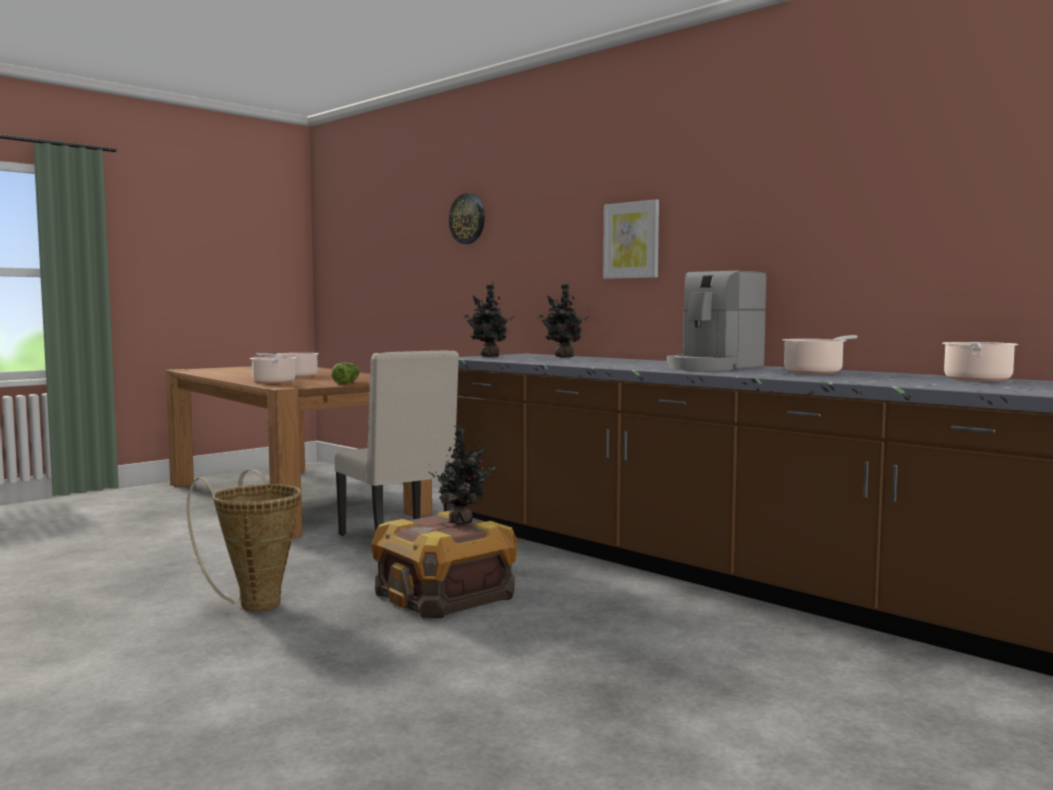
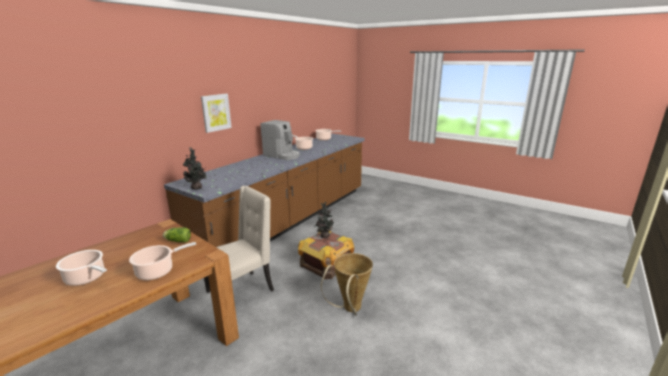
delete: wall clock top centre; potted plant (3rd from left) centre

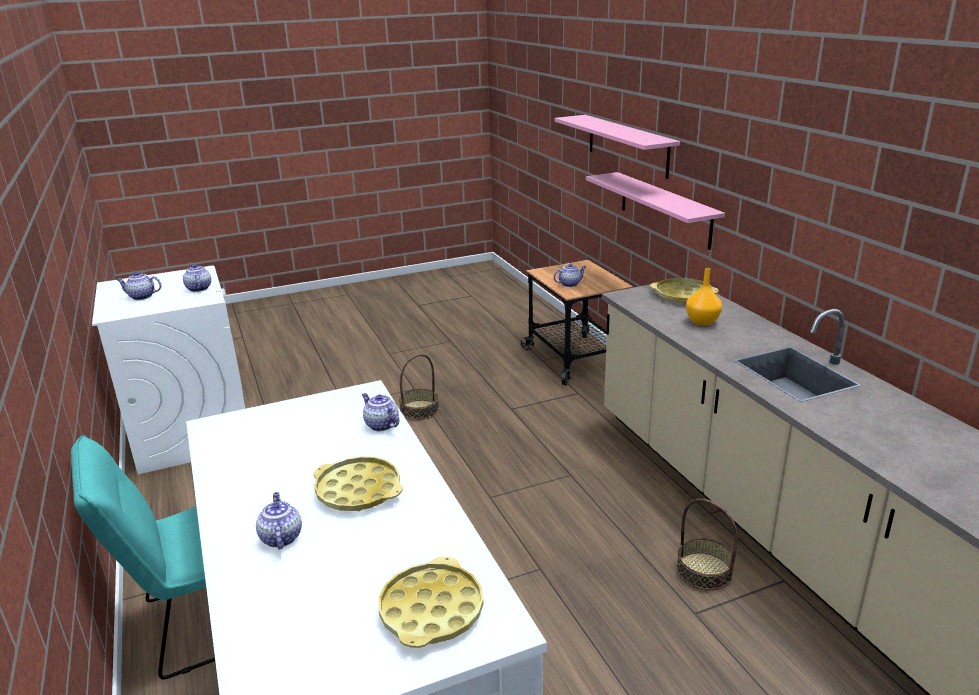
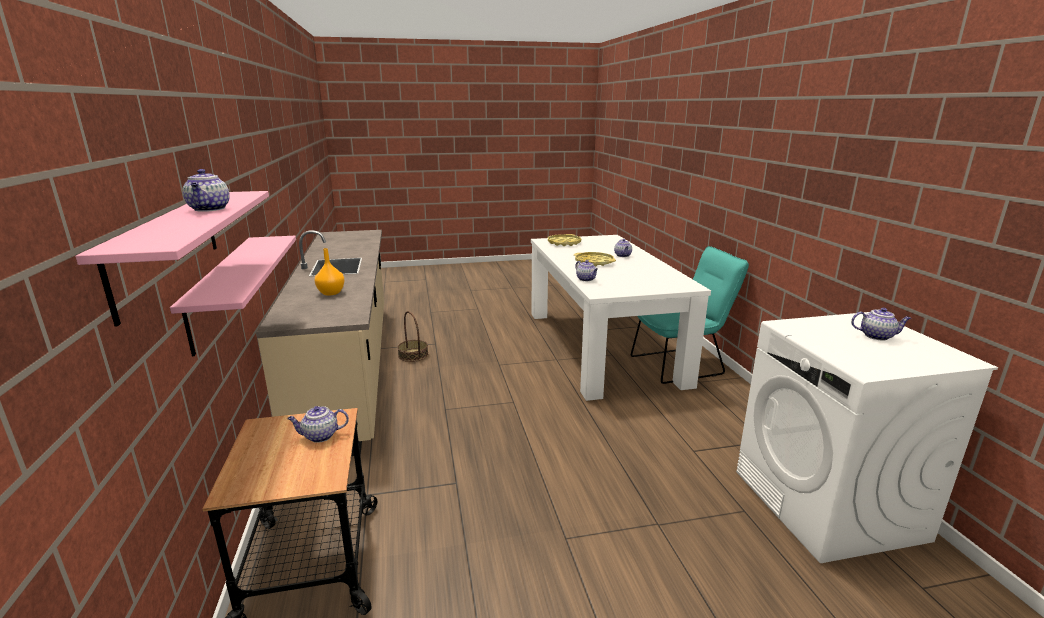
delete: basket (1st from left) centre; tray/yellow (3rd from left) middle right
move: teapot (2nd from left in the first image) middle left to teapot (1st from left) top left

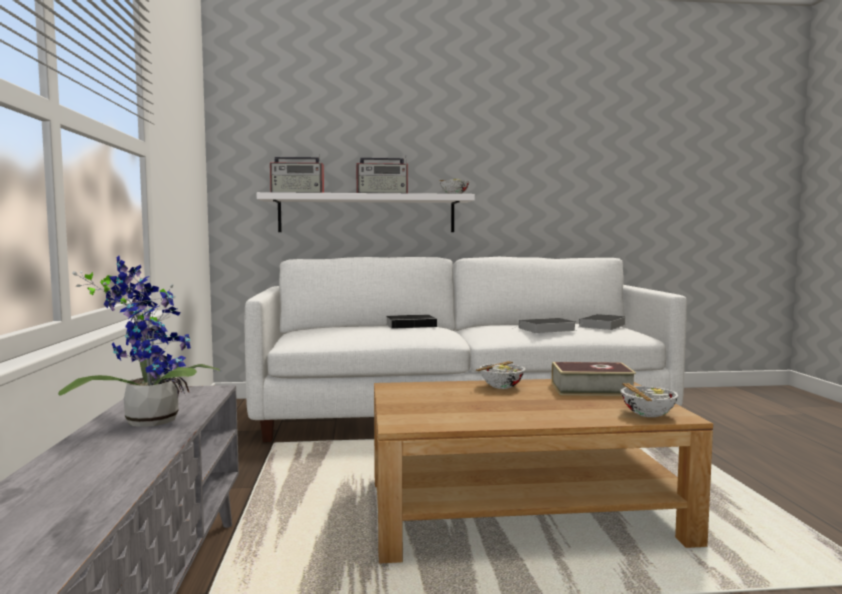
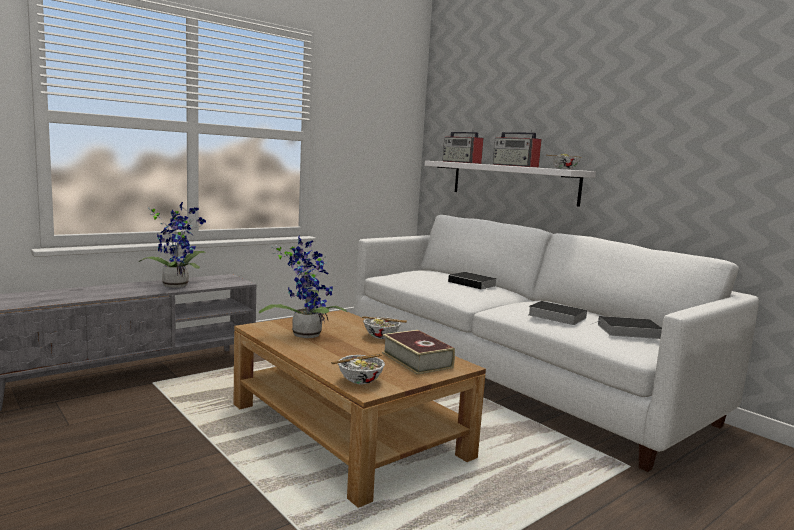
insert: potted plant (2nd from left) centre

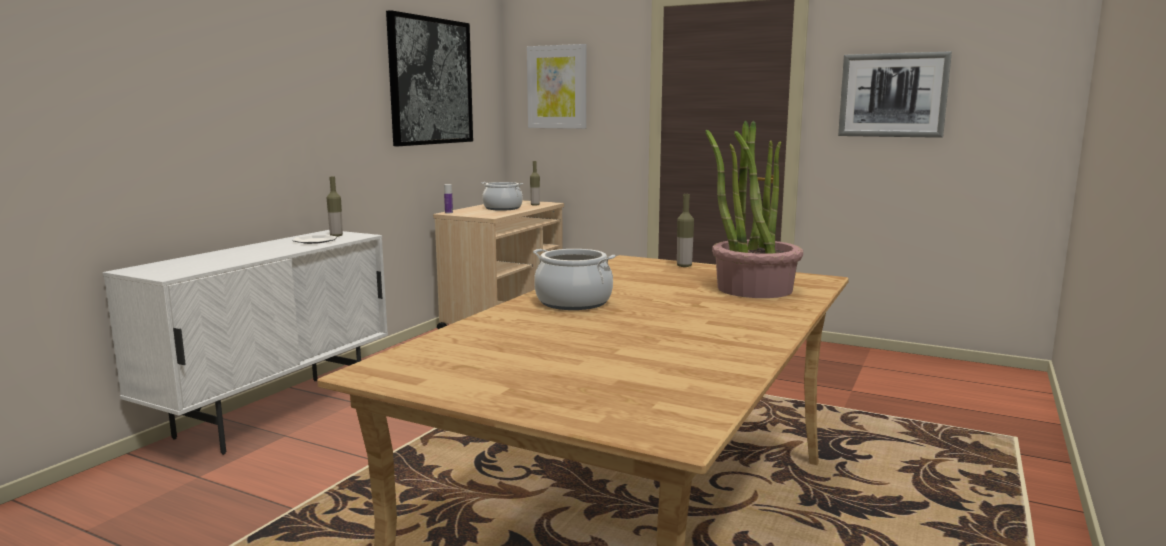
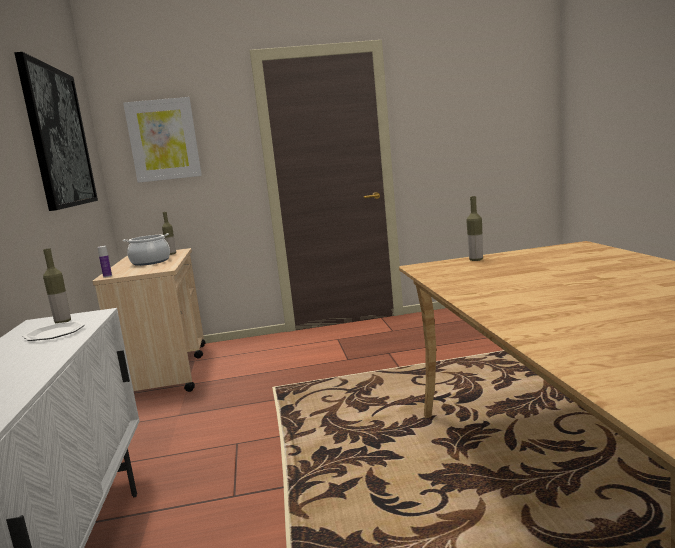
delete: cooking pot (2nd from left) centre; potted plant centre; picture (3rd from left) top right

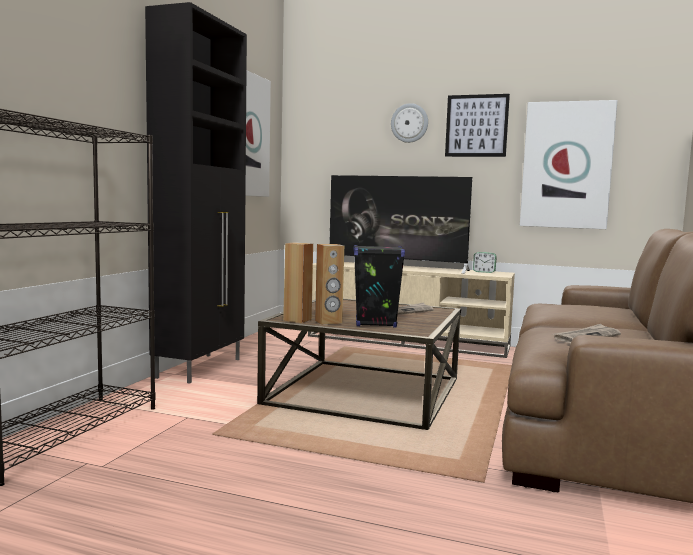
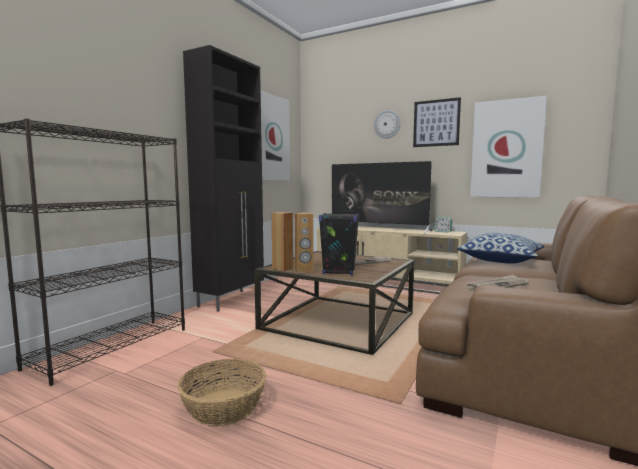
insert: basket bottom centre; pillow middle right

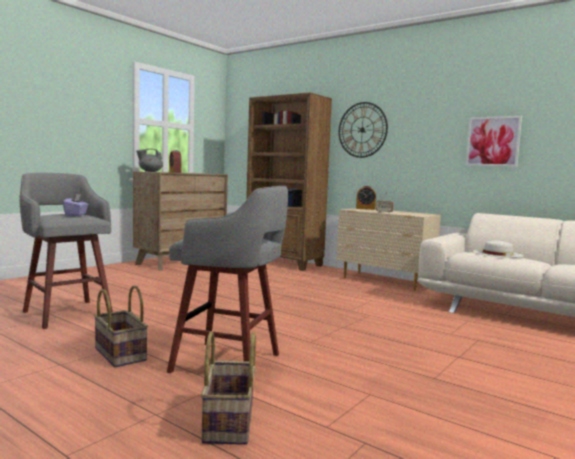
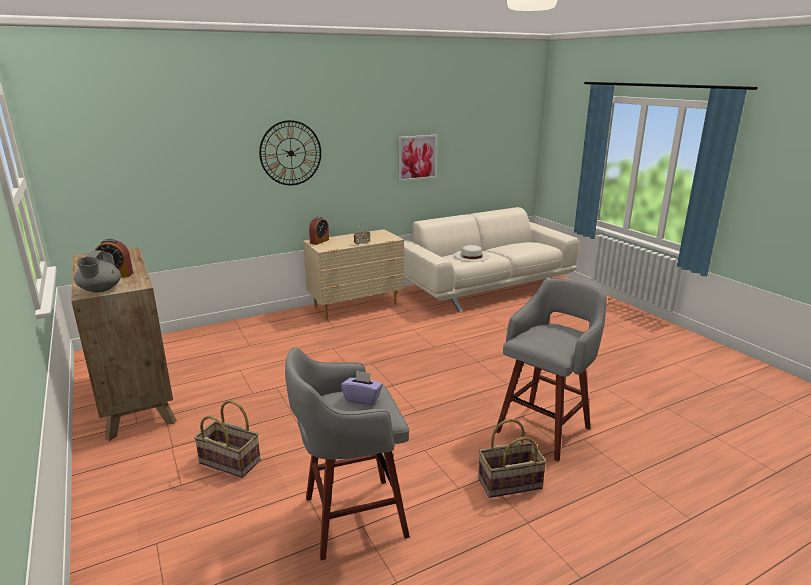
delete: bookcase/brown centre
move: basket (2nd from left in the first image) bottom centre to basket (1st from left) bottom left

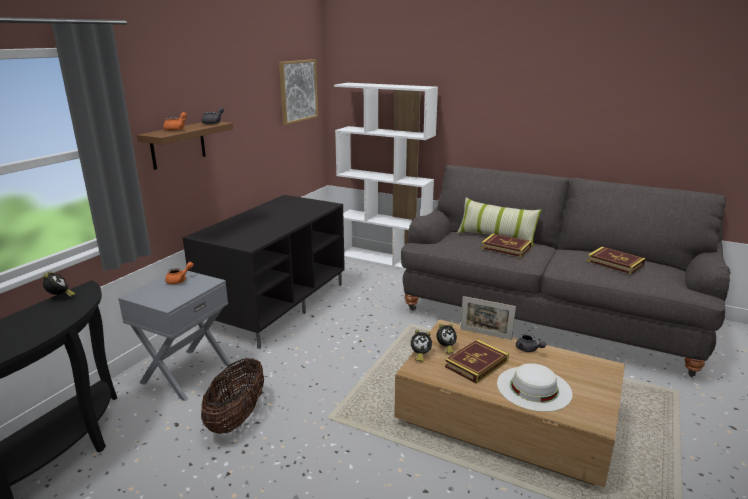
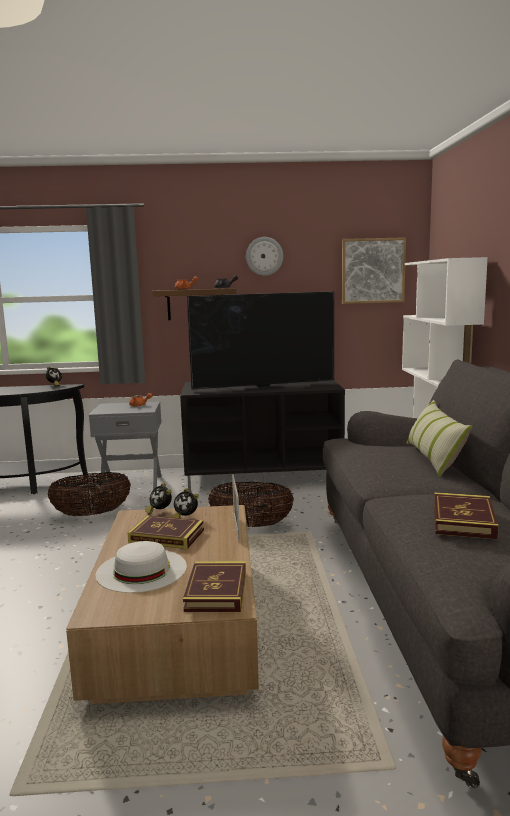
delete: teapot/grey (2nd from left) bottom right
insert: television centre; basket (2nd from left) centre; wall clock top centre
move: book (2nd from left) middle right to bottom centre

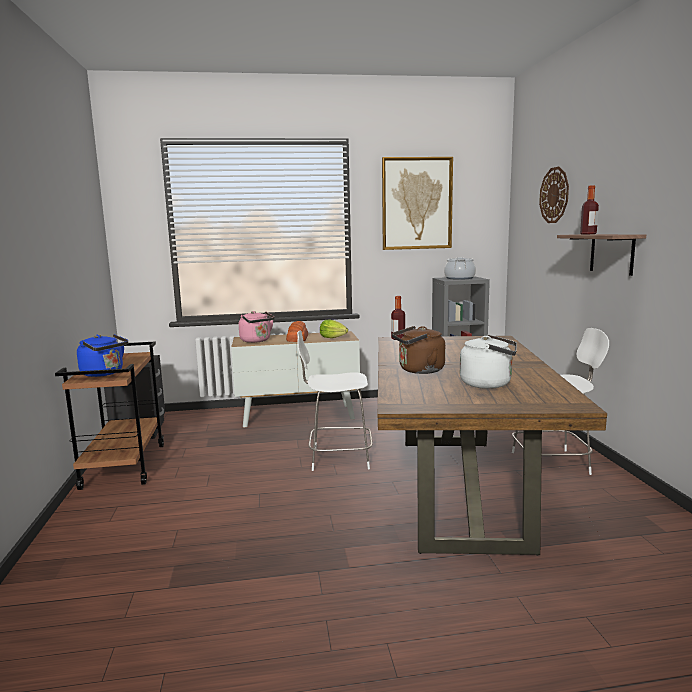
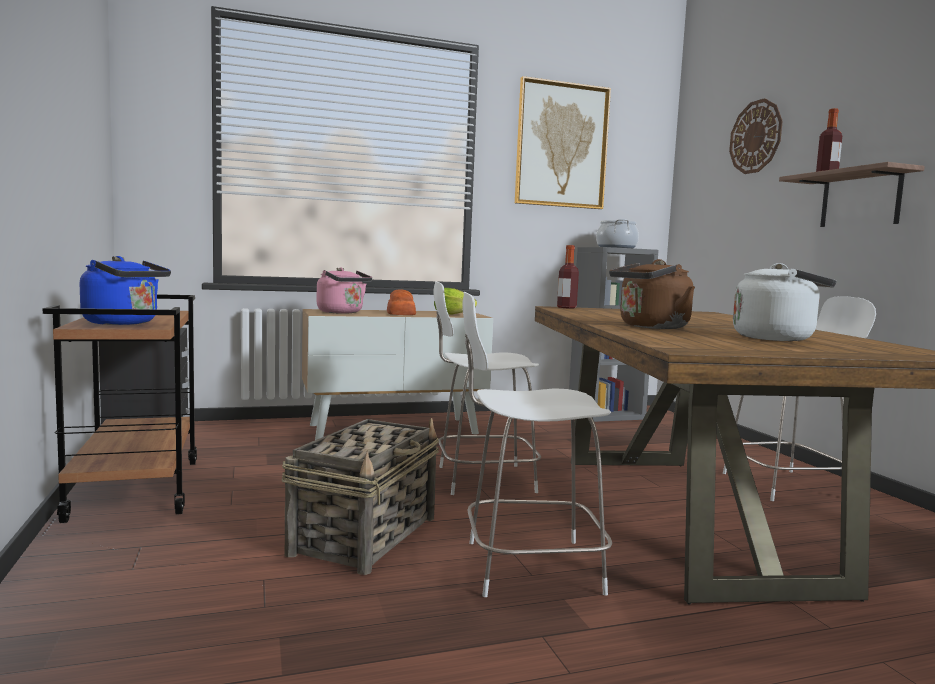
insert: basket bottom centre; chair/white (2nd from left) centre

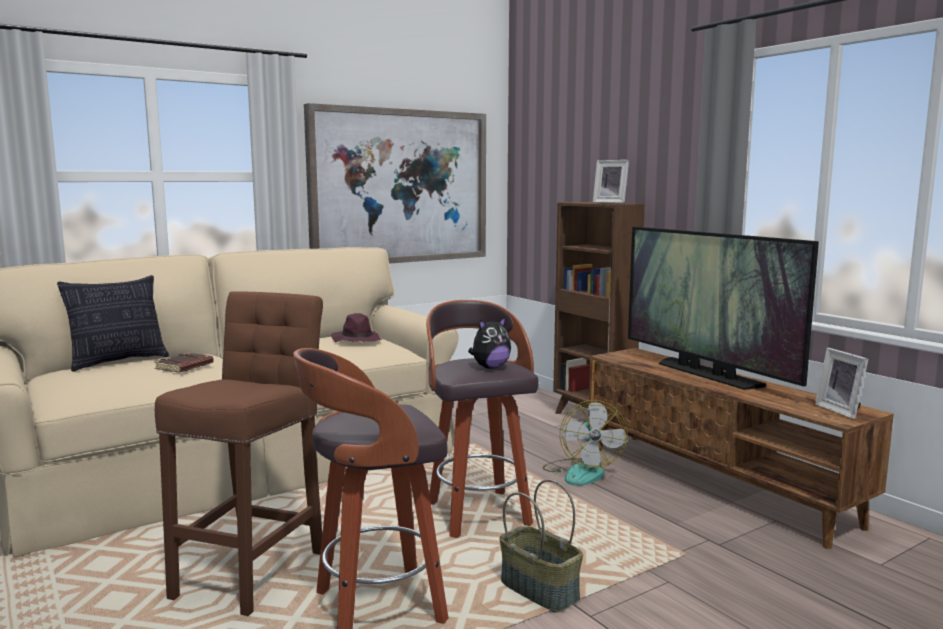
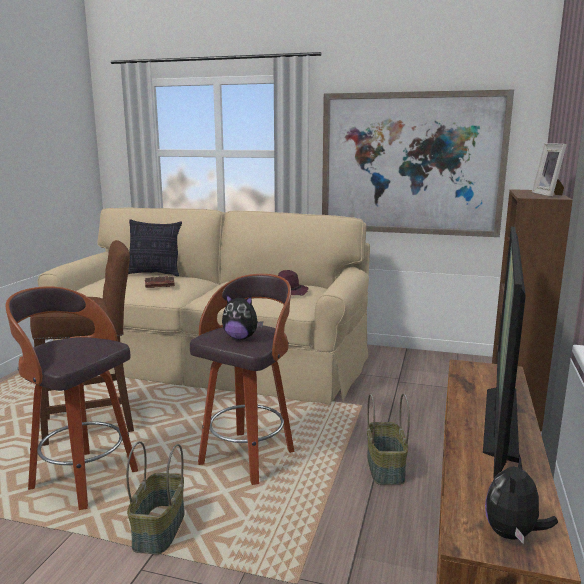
replace: fan bottom centre to basket (2nd from left) bottom centre; picture frame (2nd from left) middle right to plush toy (2nd from left) bottom right

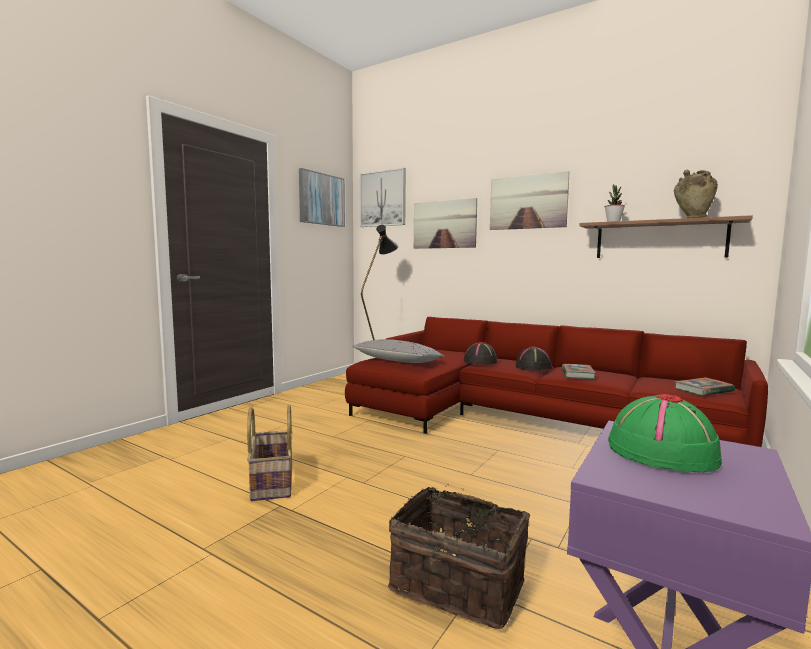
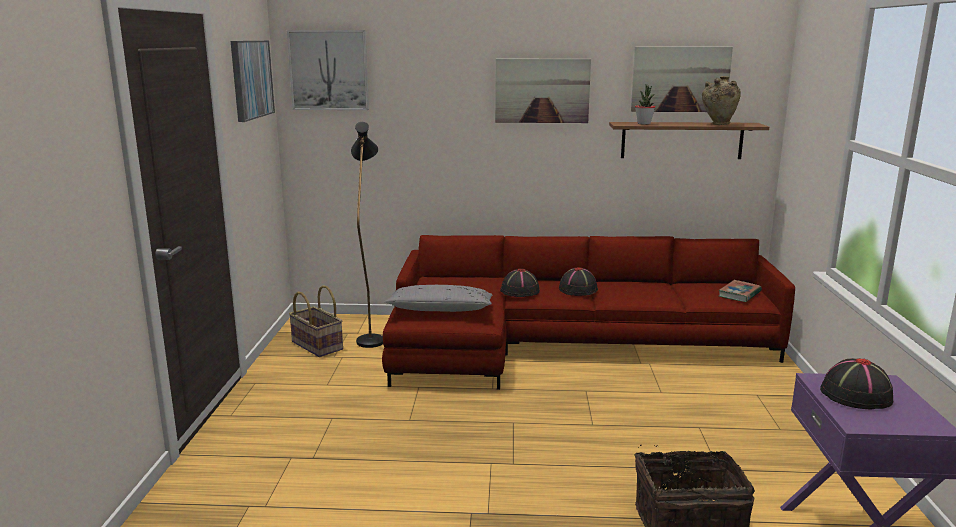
delete: book (1st from left) middle right
move: basket (1st from left) bottom left to middle left; picture (3rd from left in the first image) centre to picture (4th from left) top right
recolor: hat/green bottom right to hat/black (3rd from left) bottom right

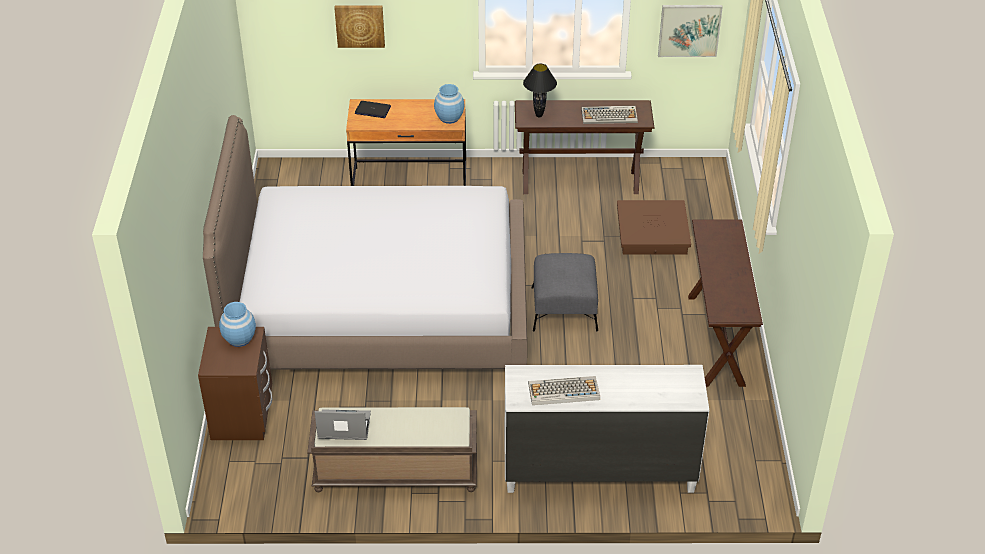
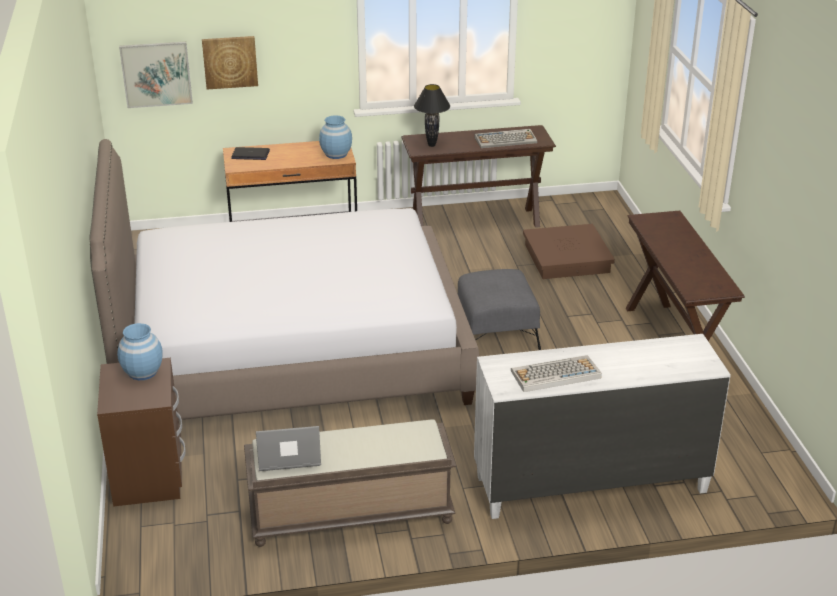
move: picture (2nd from left in the first image) top right to picture (1st from left) top left

